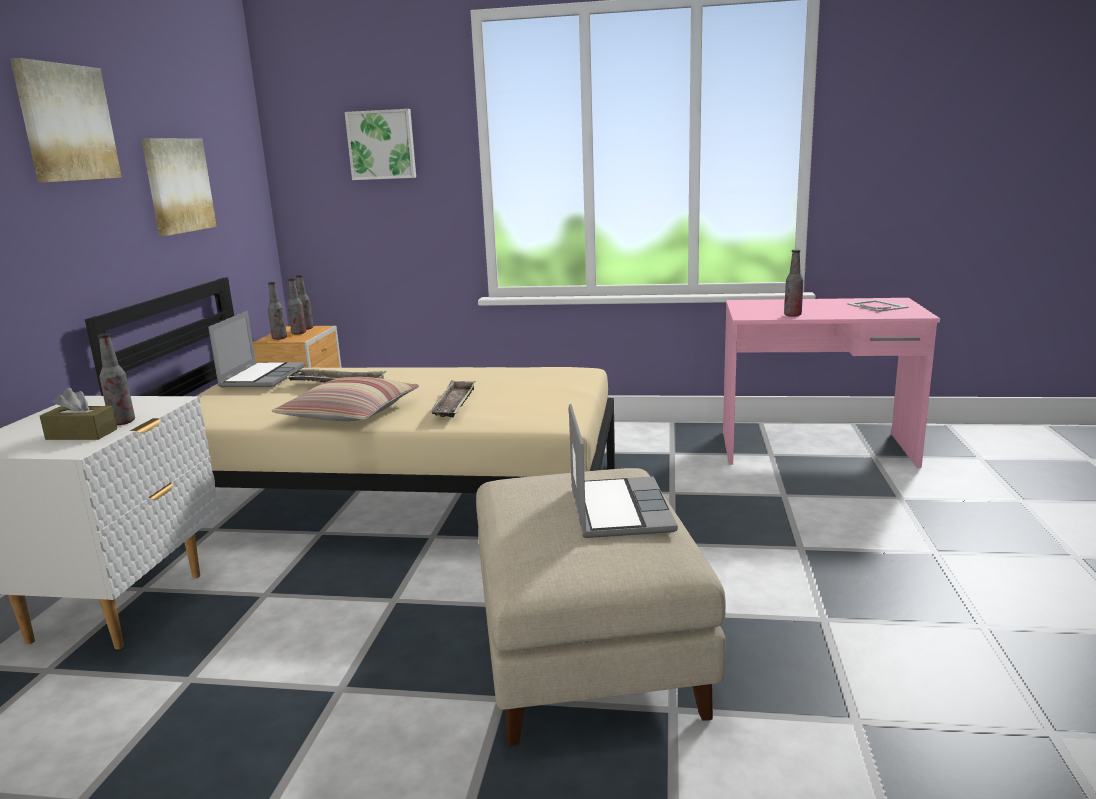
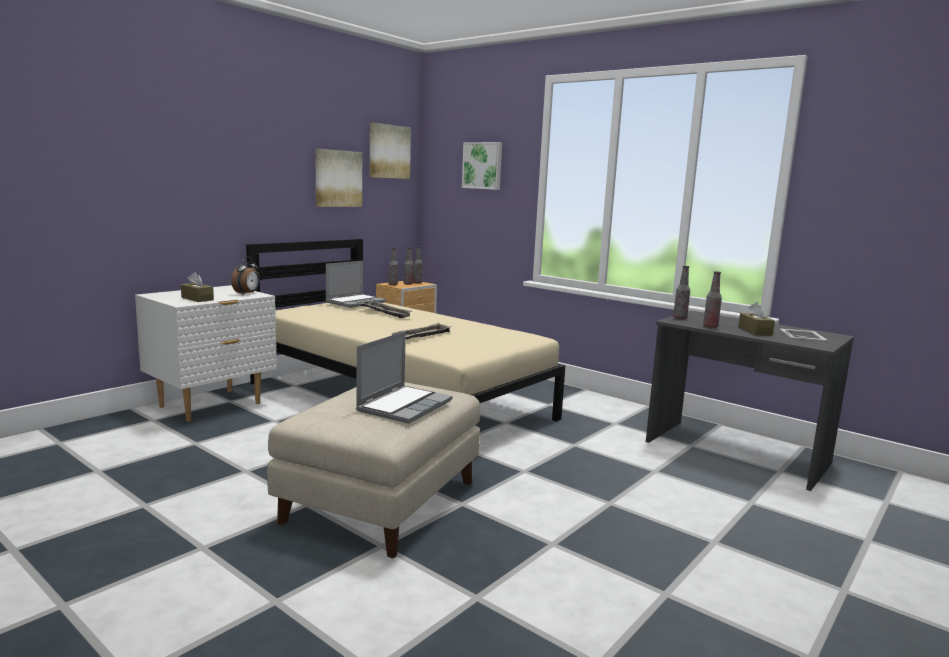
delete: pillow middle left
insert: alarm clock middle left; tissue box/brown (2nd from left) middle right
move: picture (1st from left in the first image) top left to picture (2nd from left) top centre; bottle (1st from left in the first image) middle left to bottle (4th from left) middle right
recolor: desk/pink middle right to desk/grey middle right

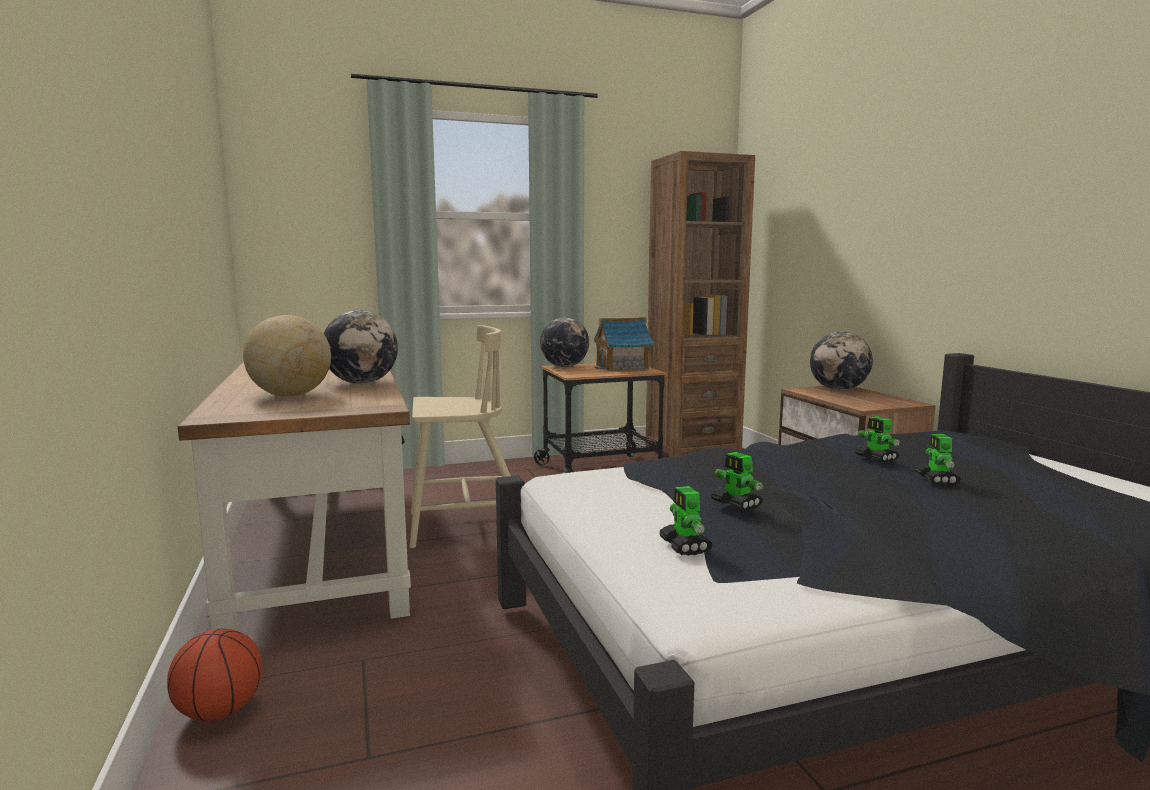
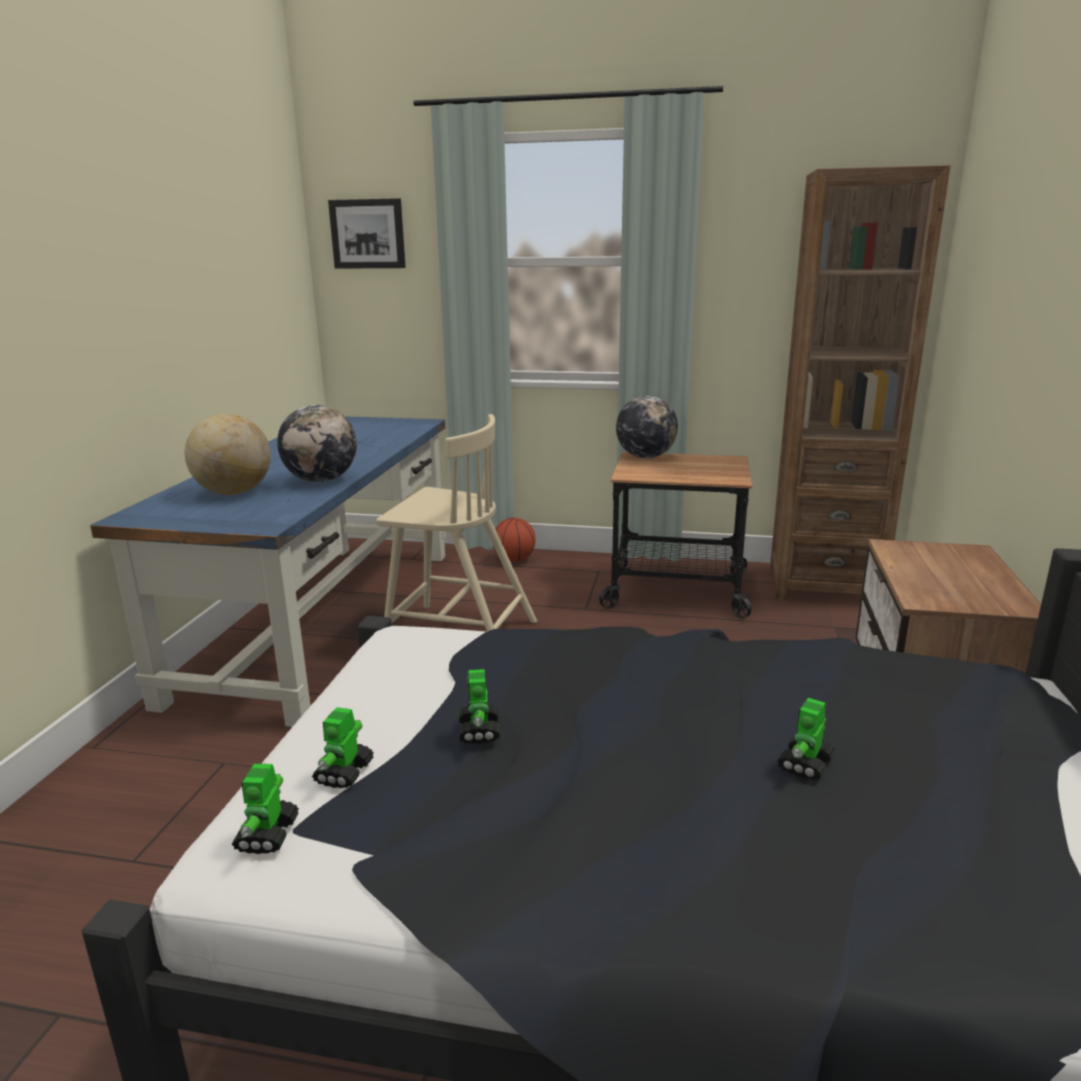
delete: toy house centre; globe (4th from left) middle right
insert: picture top centre
move: toy robot (3rd from left in the first image) middle right to toy robot (1st from left) bottom left; basketball bottom left to centre
recolor: desk/brown middle left to desk/blue middle left

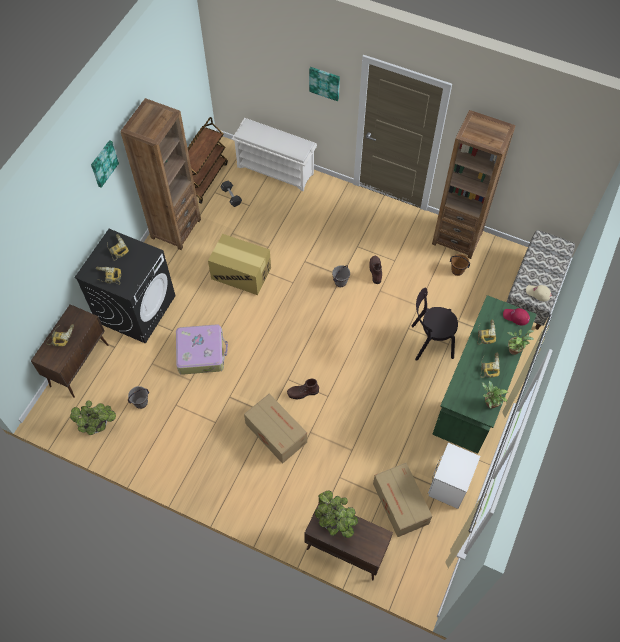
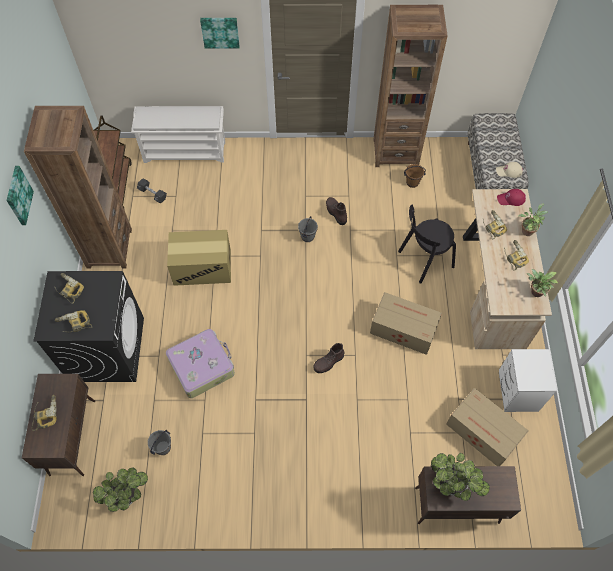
move: cardboard box (2nd from left) bottom centre to centre
recolor: desk/green middle right to desk/beige middle right

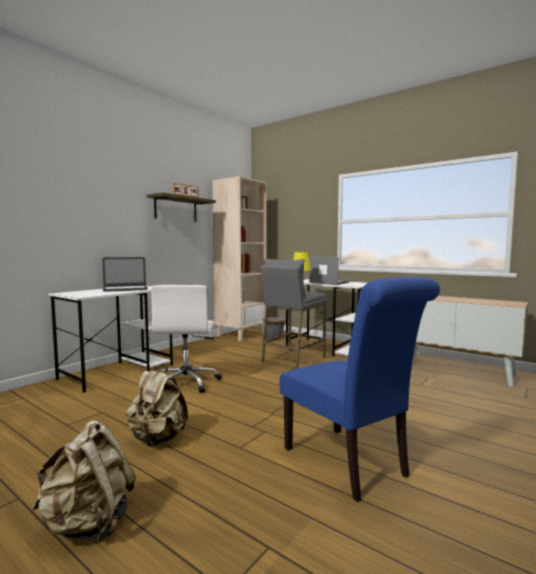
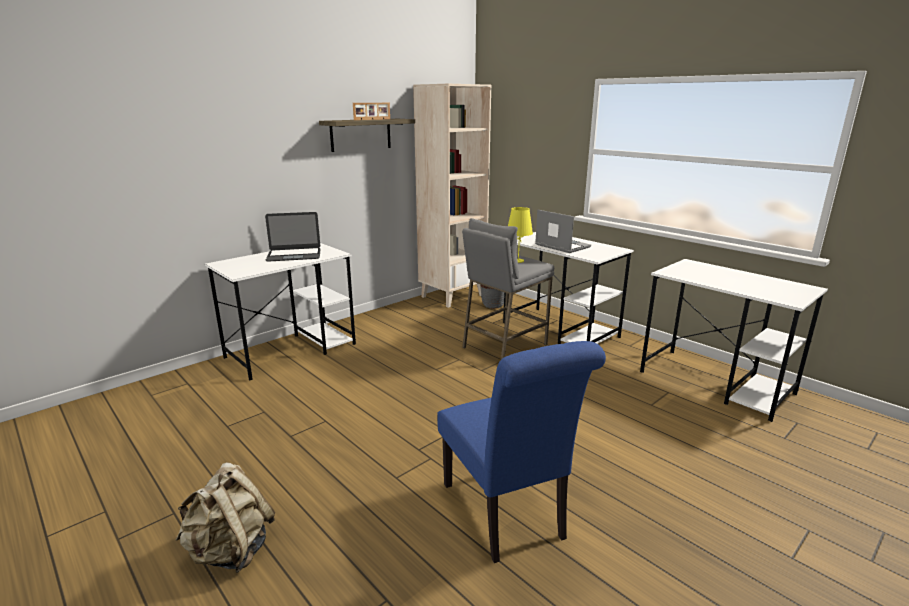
delete: backpack/beige (2nd from left) bottom left; office chair/white centre
replace: cabinet middle right to desk/white (3rd from left) middle right

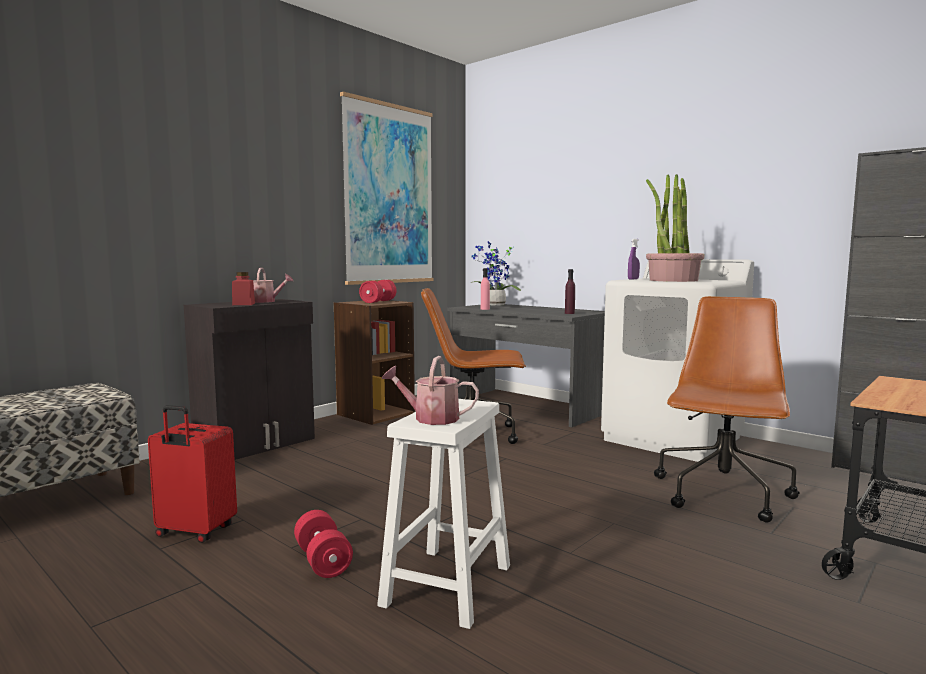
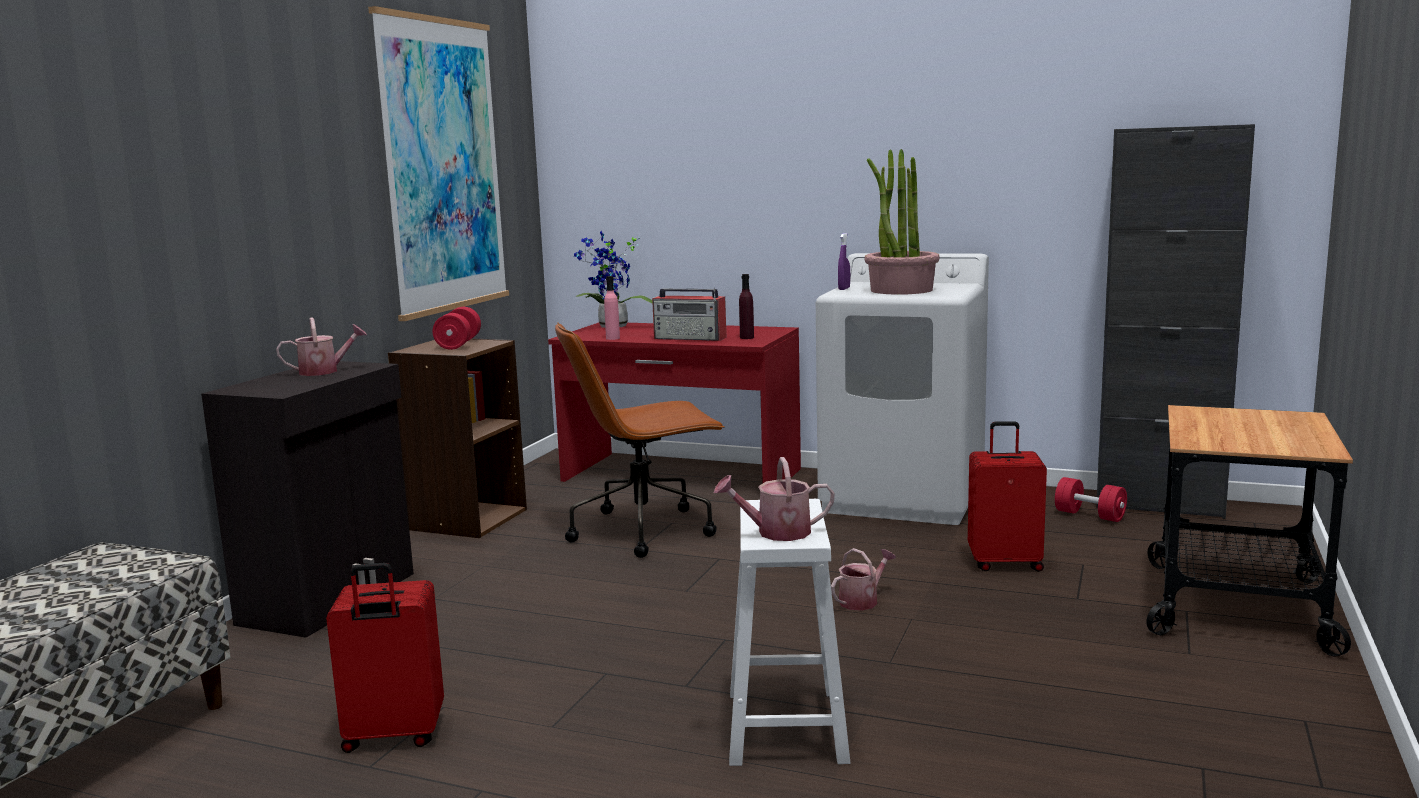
delete: jar/red middle left
insert: radio centre; watering can (3rd from left) bottom centre
move: dumbbell/red (1st from left in the first image) bottom centre to dumbbell/red (2nd from left) middle right
replace: office chair/brown (2nd from left) middle right to suitcase/red (2nd from left) middle right
recolor: desk/grey centre to desk/red centre

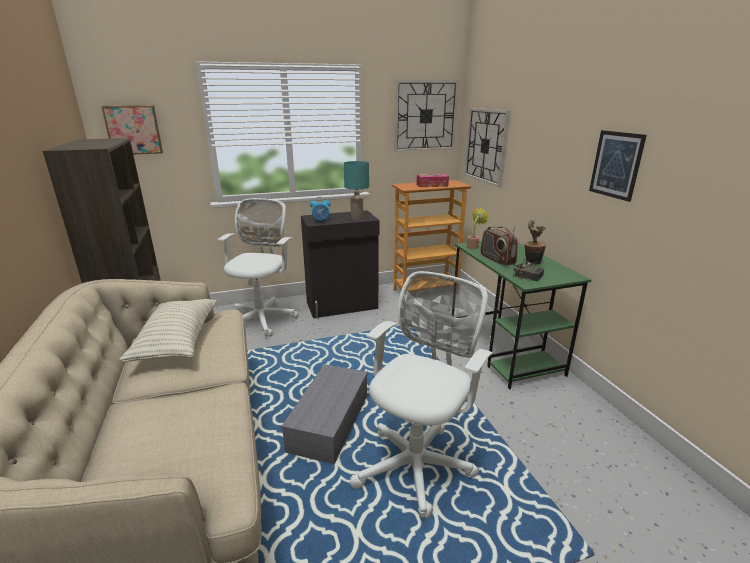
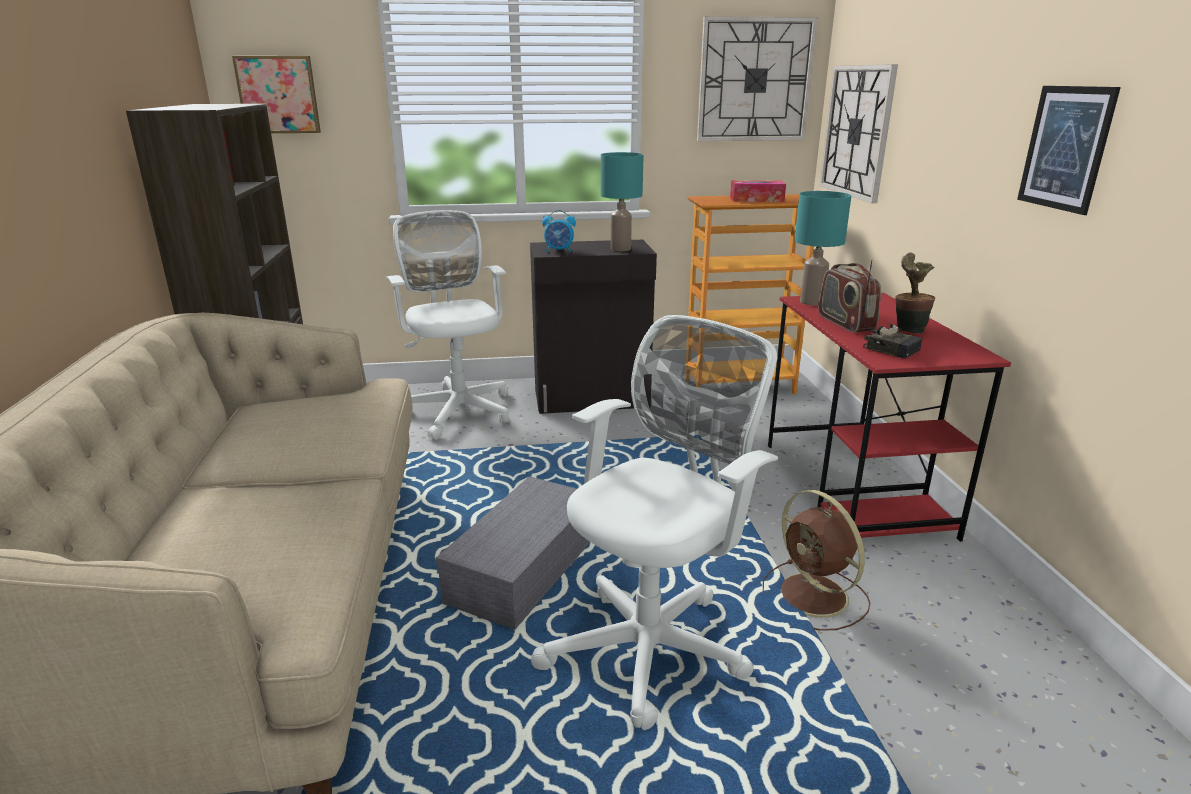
delete: pillow middle left
insert: fan/brown bottom right
replace: potted plant (1st from left) centre to table lamp/turquoise (2nd from left) top right
recolor: desk/green middle right to desk/red middle right
rotate: office chair/white (1st from left) centre = centre 45 degrees counterclockwise

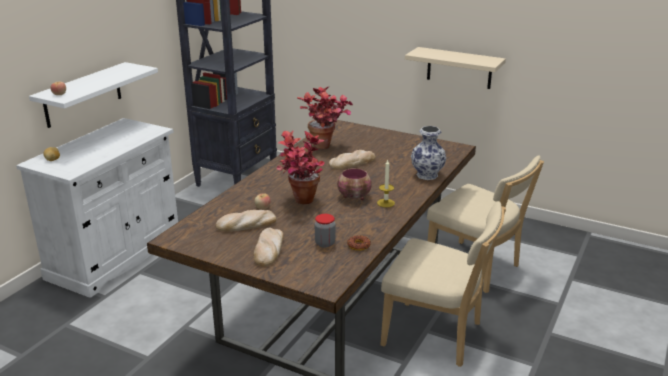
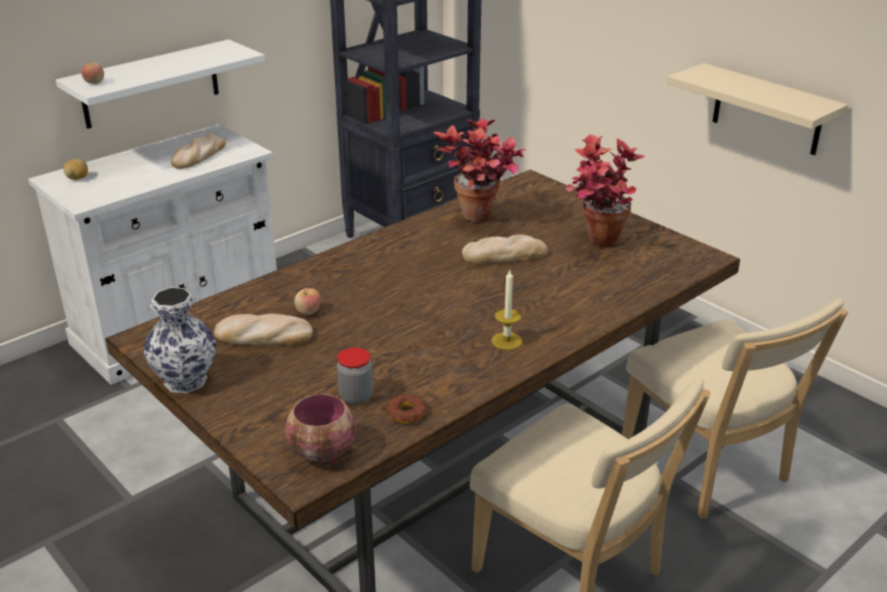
move: vase centre to middle left; bread (2nd from left in the first image) centre to bread (1st from left) top left; bowl centre to bottom centre; potted plant (1st from left in the first image) centre to potted plant (2nd from left) top right

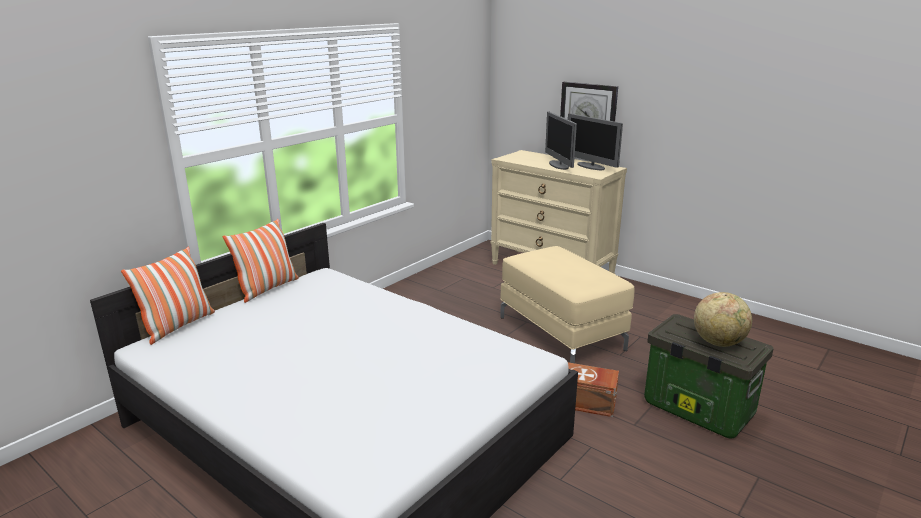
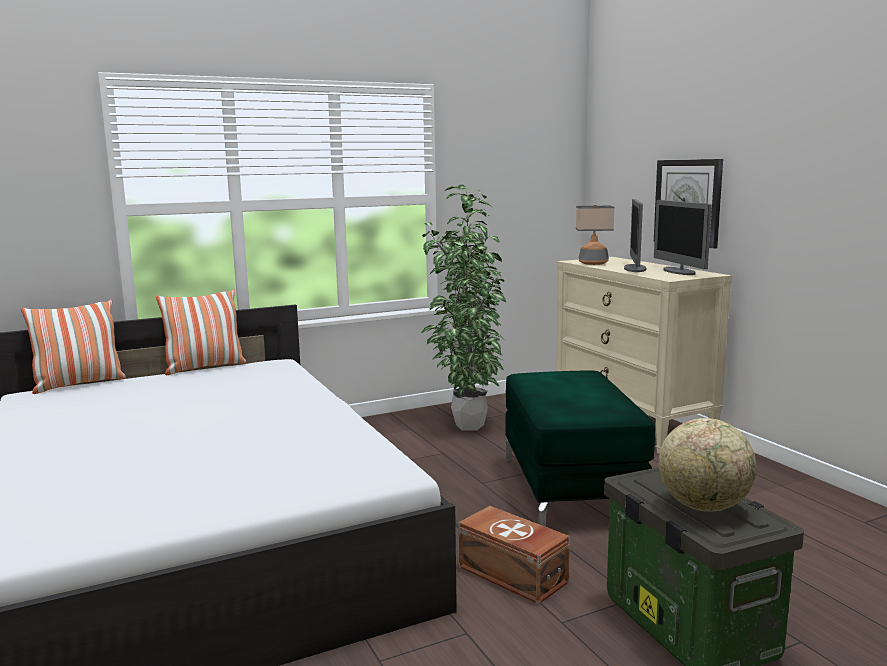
insert: potted plant centre; table lamp middle right
recolor: ottoman/beige centre to ottoman/green bottom centre

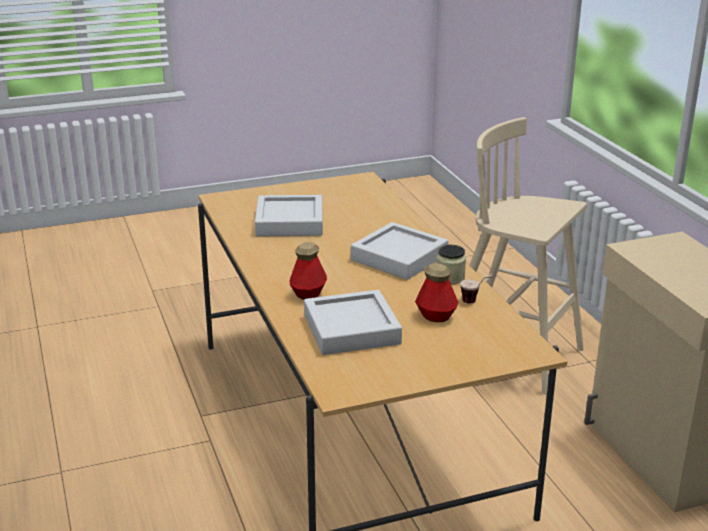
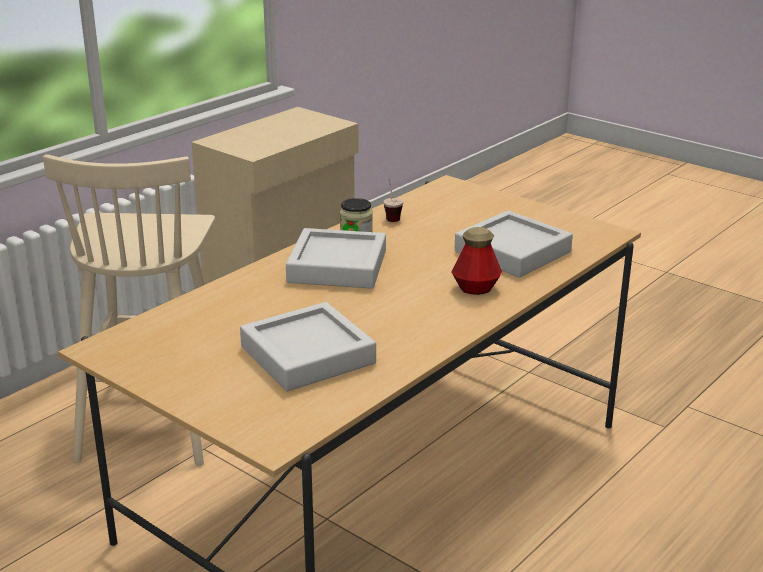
delete: bottle (2nd from left) centre

